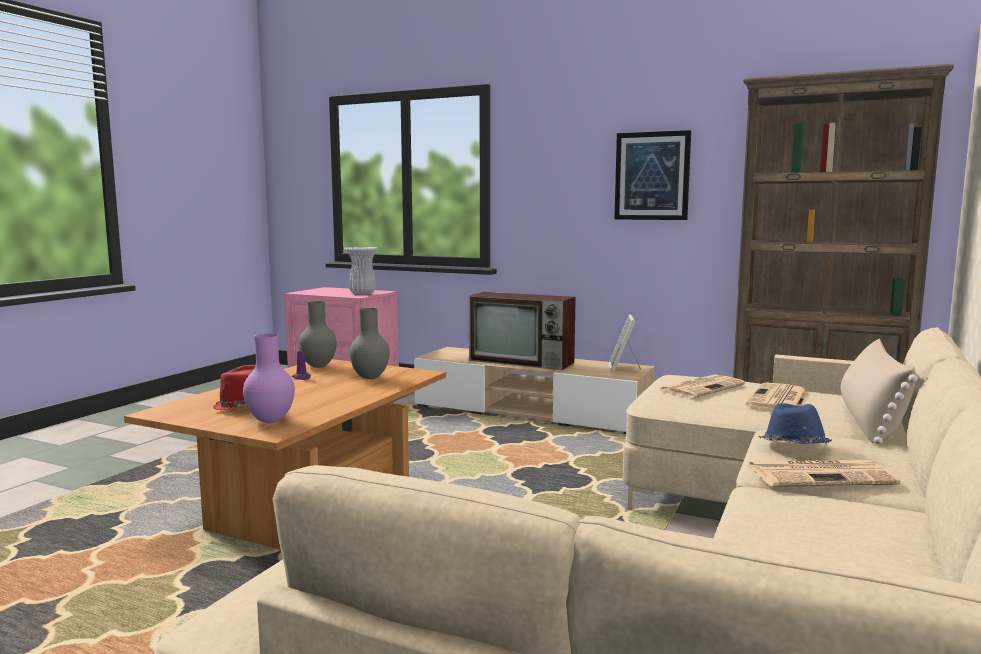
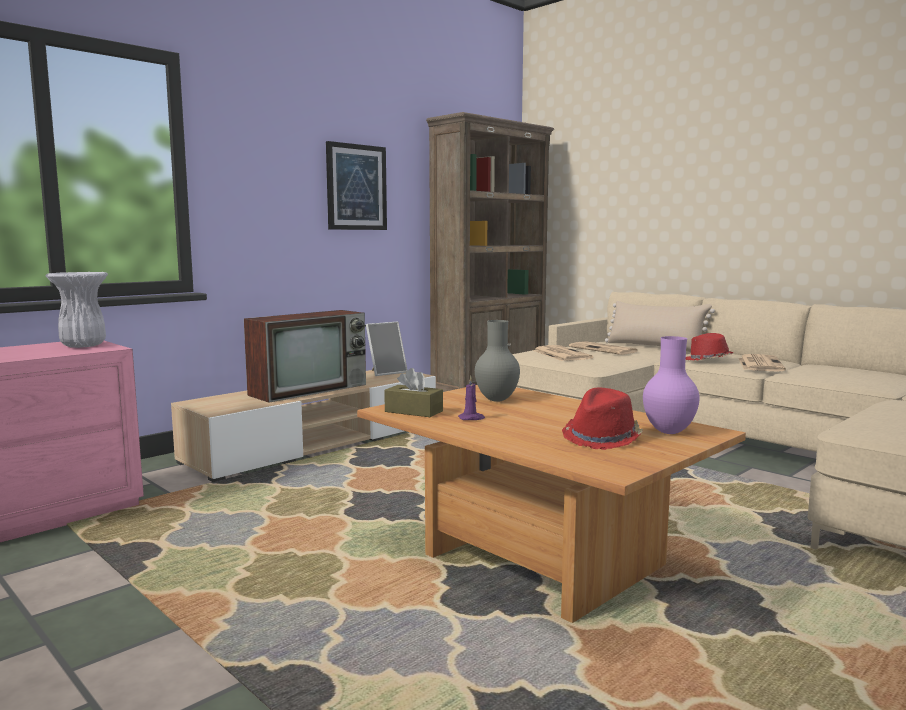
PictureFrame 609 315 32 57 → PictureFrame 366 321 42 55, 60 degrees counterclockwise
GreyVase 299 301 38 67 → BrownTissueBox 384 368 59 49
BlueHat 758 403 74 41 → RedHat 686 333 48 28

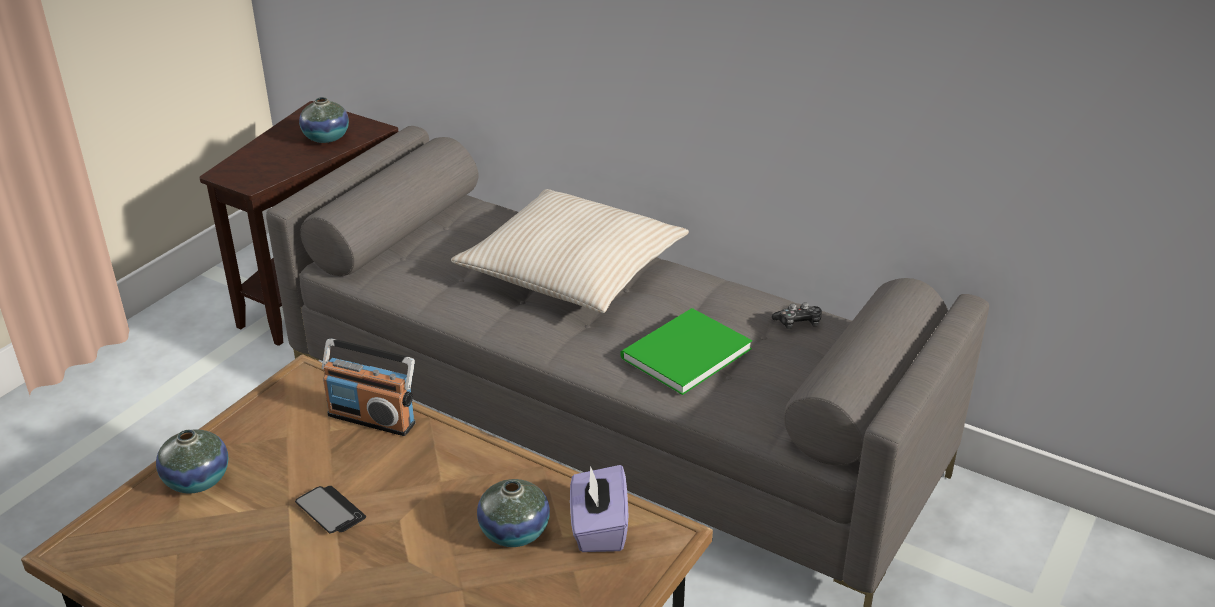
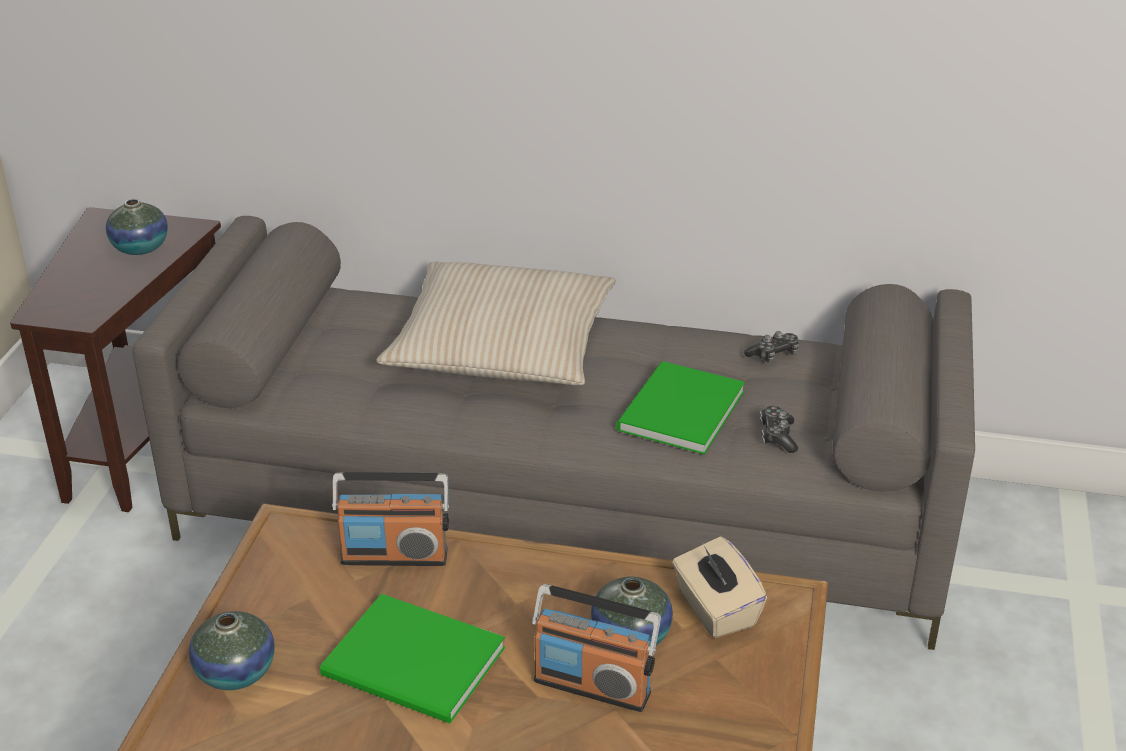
Phone 295 486 71 47 → GreenBook 320 594 185 129
- → Radio 532 584 129 128
PurpleTissueBox 570 465 58 87 → BeigeTissueBox 672 536 95 102
- → GameController 760 406 38 47

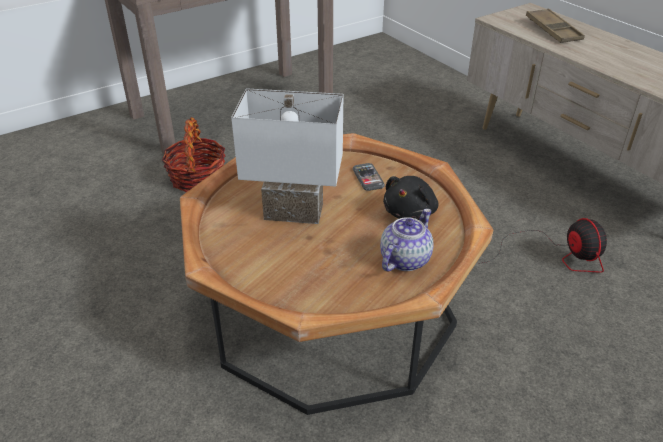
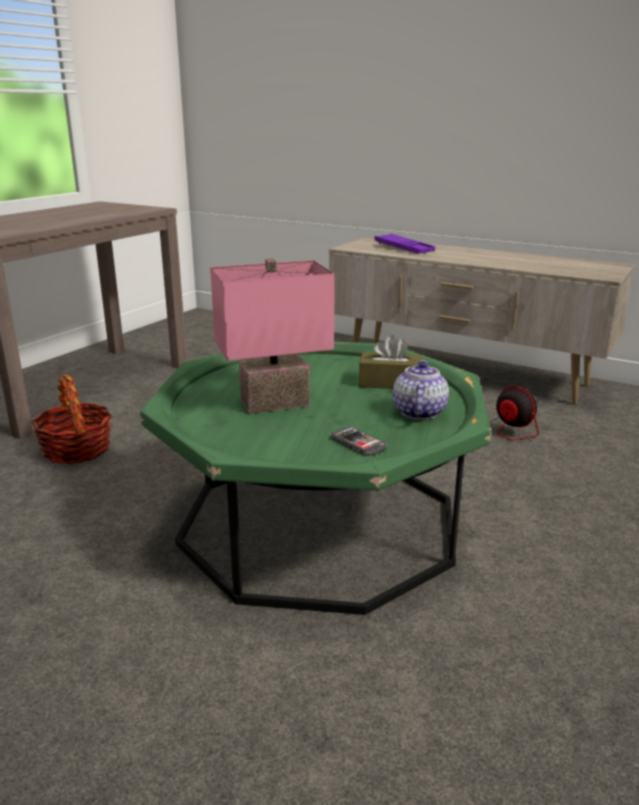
BrownCoffeeTable 180 133 313 282 → GreenCoffeeTable 140 342 351 273
WhiteTableLamp 231 88 112 136 → PinkTableLamp 210 258 125 156
Phone 353 163 32 28 → Phone 330 426 57 30, shifted
BlackPlushToy 383 176 55 44 → BrownTissueBox 359 335 63 54
BrownTray 526 8 59 35 → PurpleTray 374 234 61 20

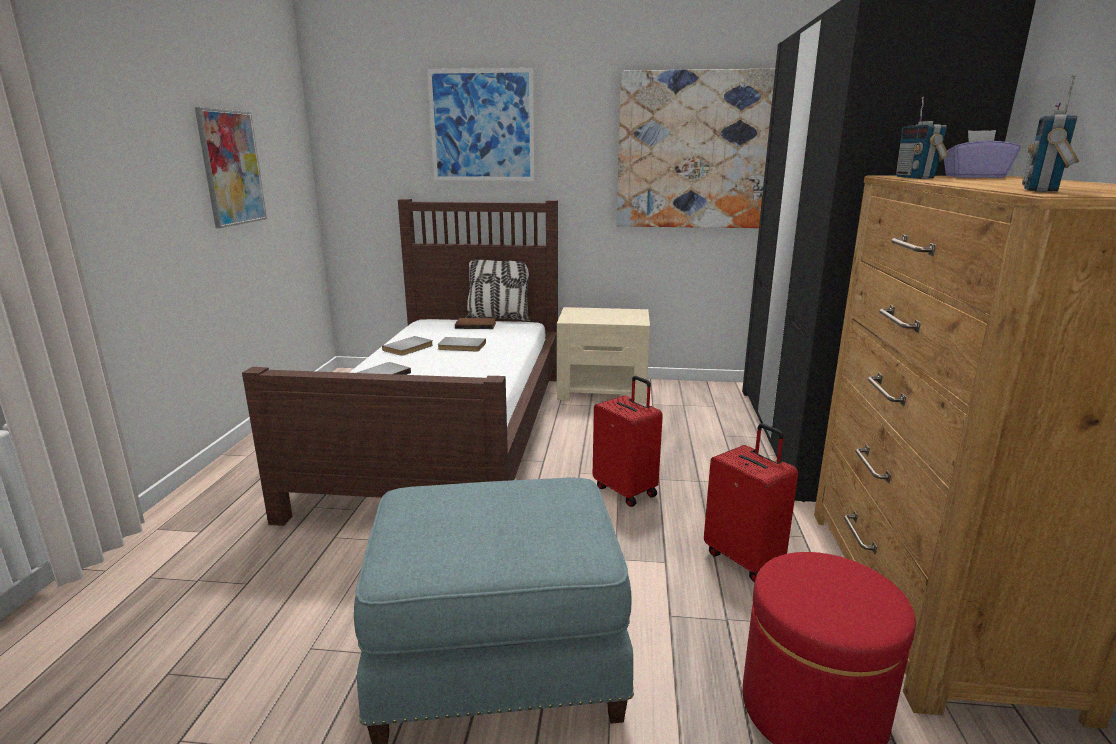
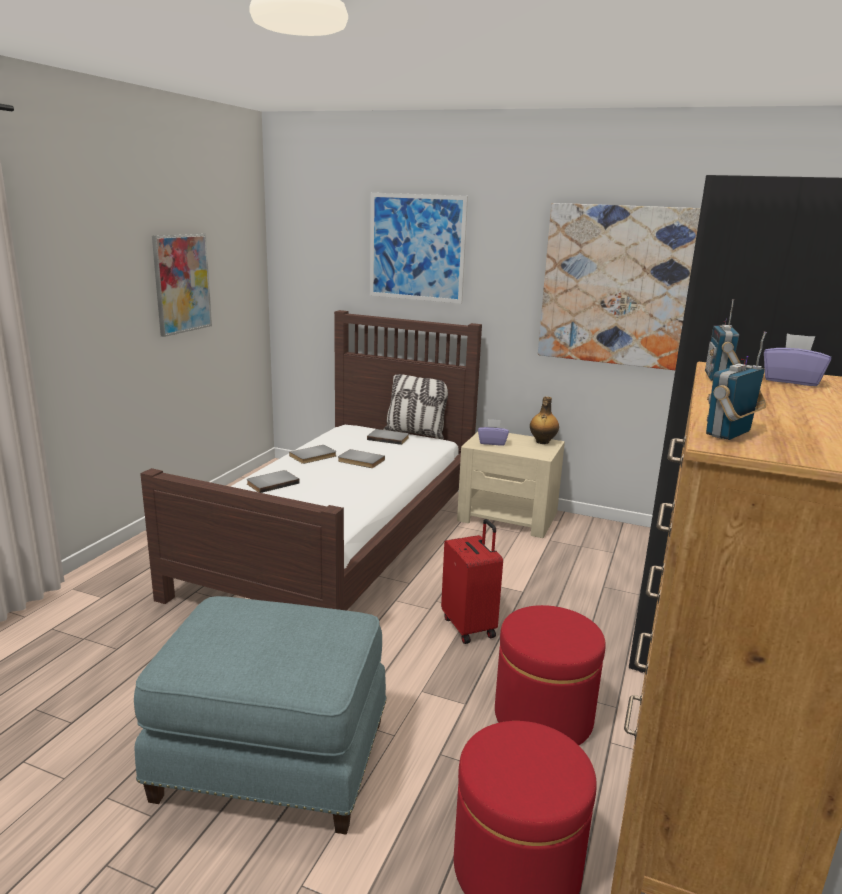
BrownBook 455 318 41 11 → GreyBook 367 429 42 16
- → PurpleTissueBox 478 419 31 27
RedSuitcase 704 423 94 159 → RedOttoman 495 605 111 140
- → Bottle 530 397 29 47

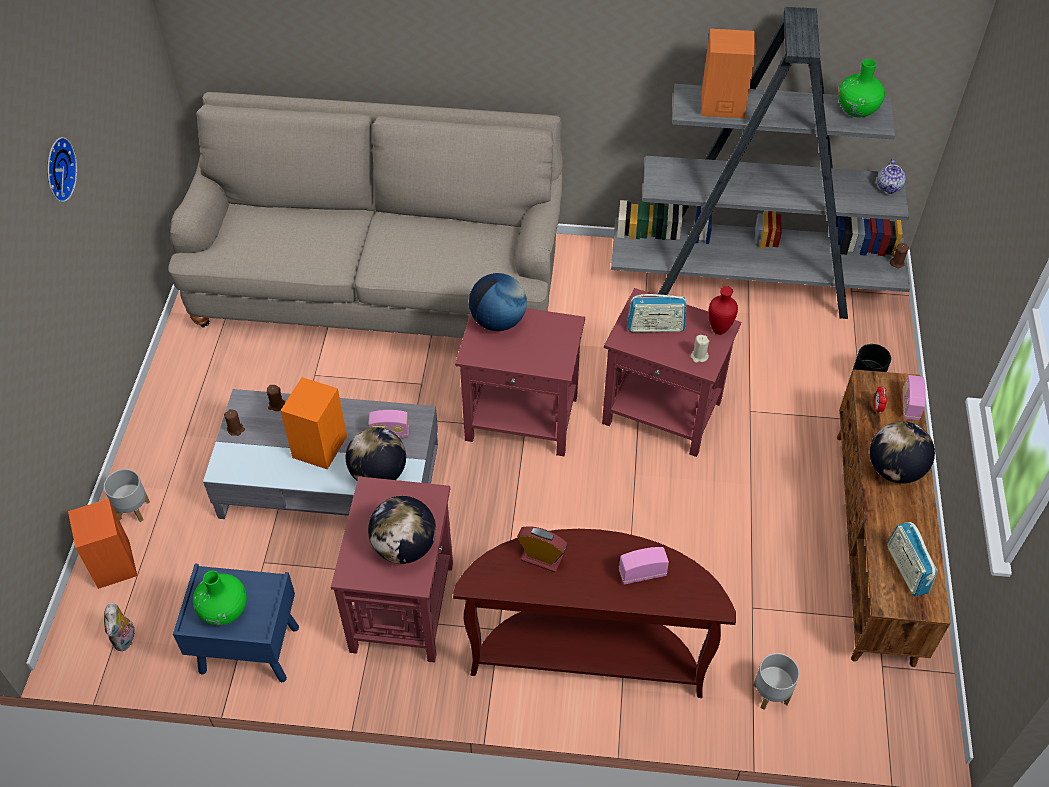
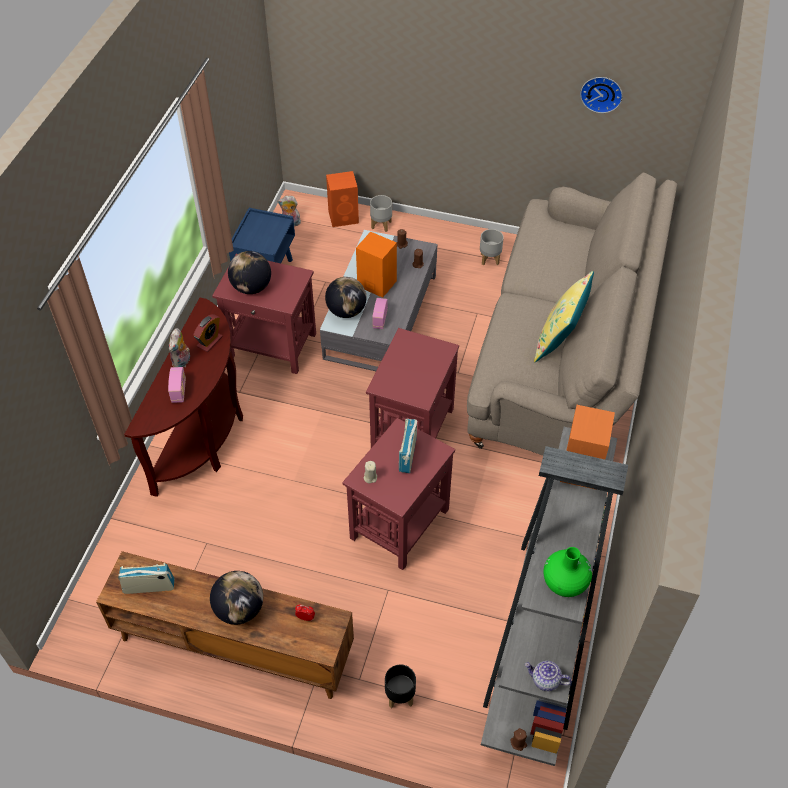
- → PlushToy 168 328 22 40
GreyPlanter 753 653 46 57 → GreyPlanter 480 229 24 36, shifted
- → YellowPillow 534 271 60 91
WallClock 47 137 30 65 → WallClock 580 77 43 36, shifted
GreenVase 193 571 54 55 → -
Globe 469 273 58 58 → -
RedVase 709 286 29 49 → -
Radio 902 375 24 46 → -

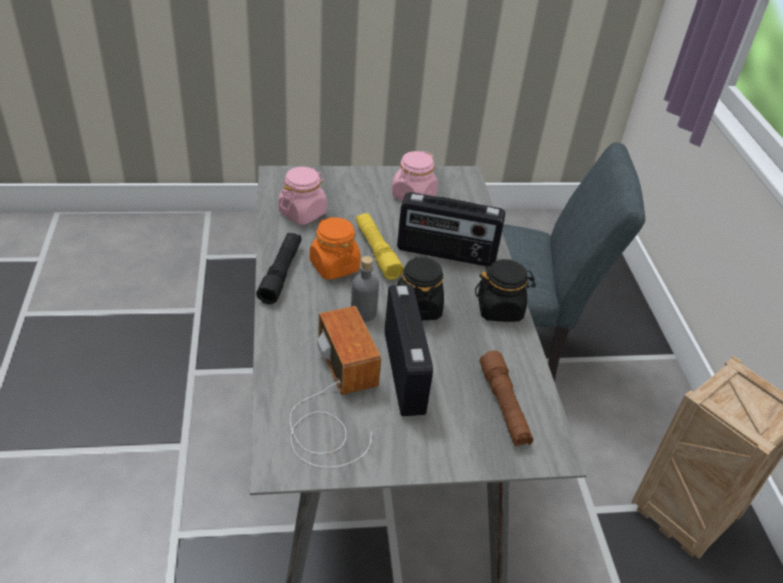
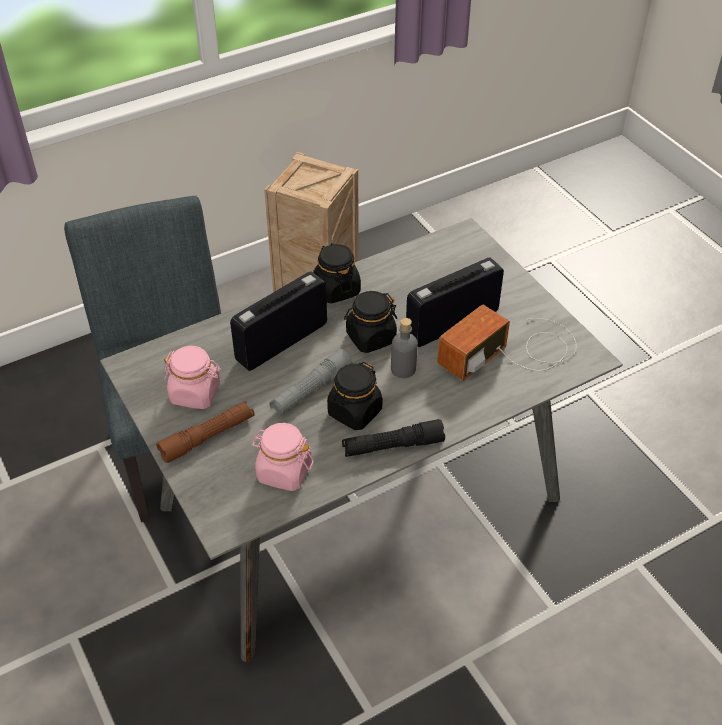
BrownFlashlight 480 350 53 97 → BrownFlashlight 156 401 99 62, shifted
Radio 397 192 108 75 → Radio 230 271 97 100, 120 degrees counterclockwise
YellowFlashlight 356 213 48 67 → GreyFlashlight 269 349 84 67
OrangeJar 310 217 51 63 → BlackJar 327 362 56 68

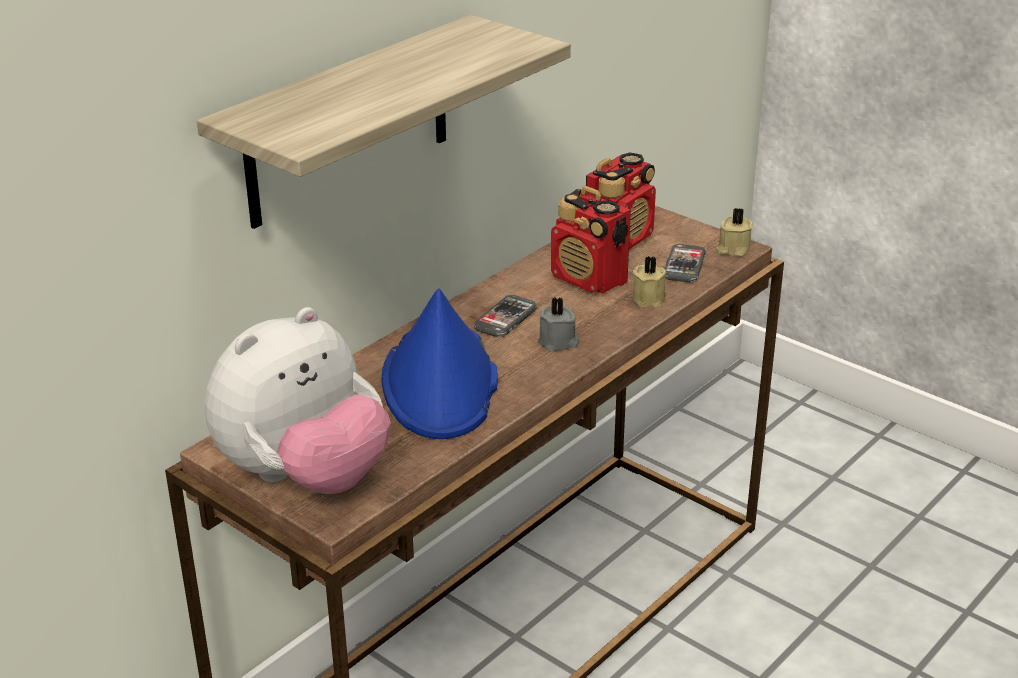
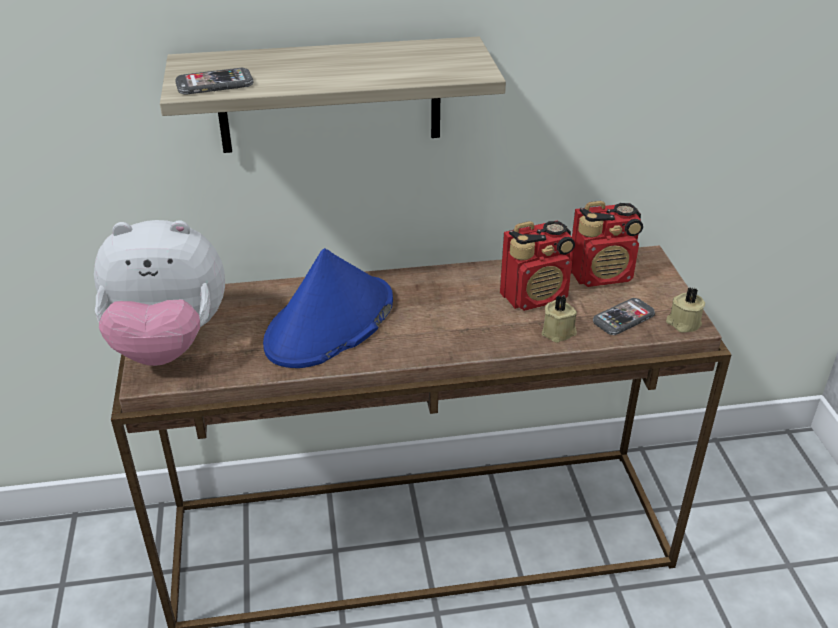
Phone 474 295 63 42 → Phone 175 68 79 27, shifted
Radio 551 186 80 108 → Radio 500 221 75 90, 105 degrees counterclockwise
GreyCandle 538 298 41 54 → -

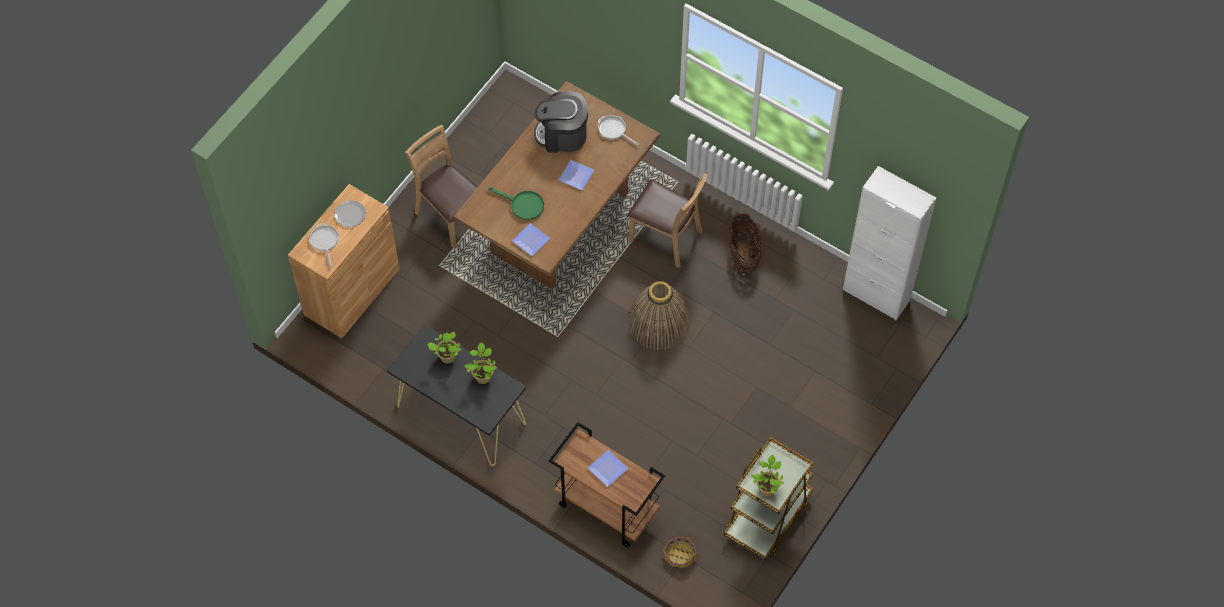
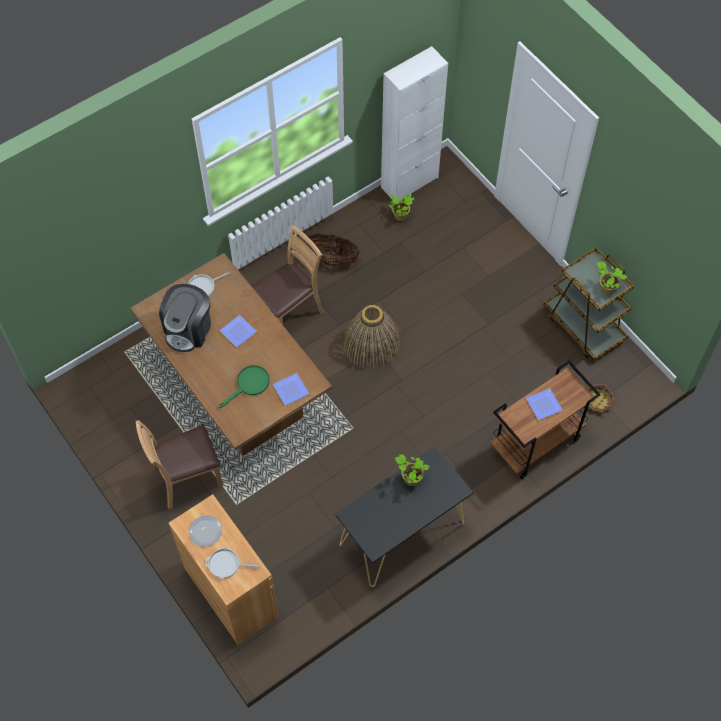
PottedPlant 427 332 34 31 → PottedPlant 389 194 26 27, shifted

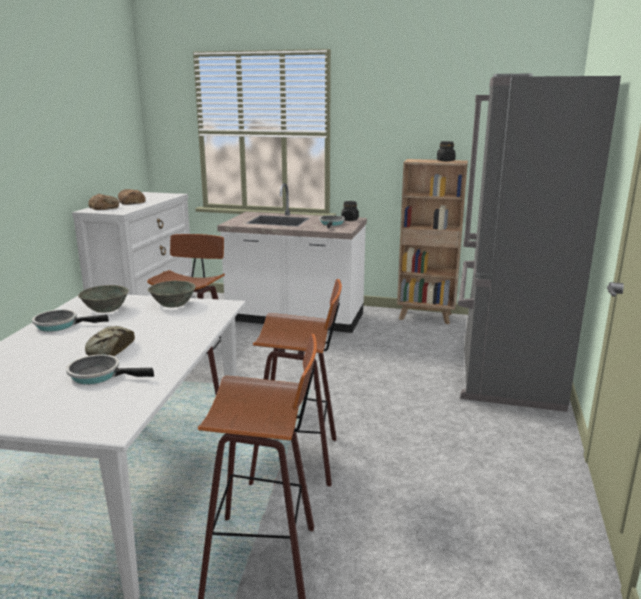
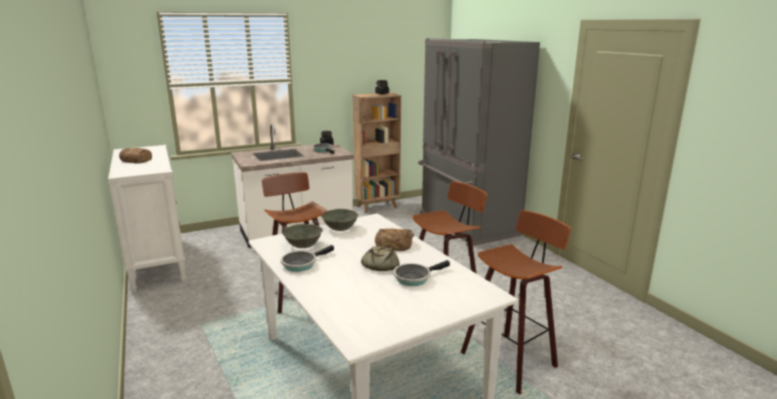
Bread 88 194 31 16 → Bread 375 229 39 22, shifted

